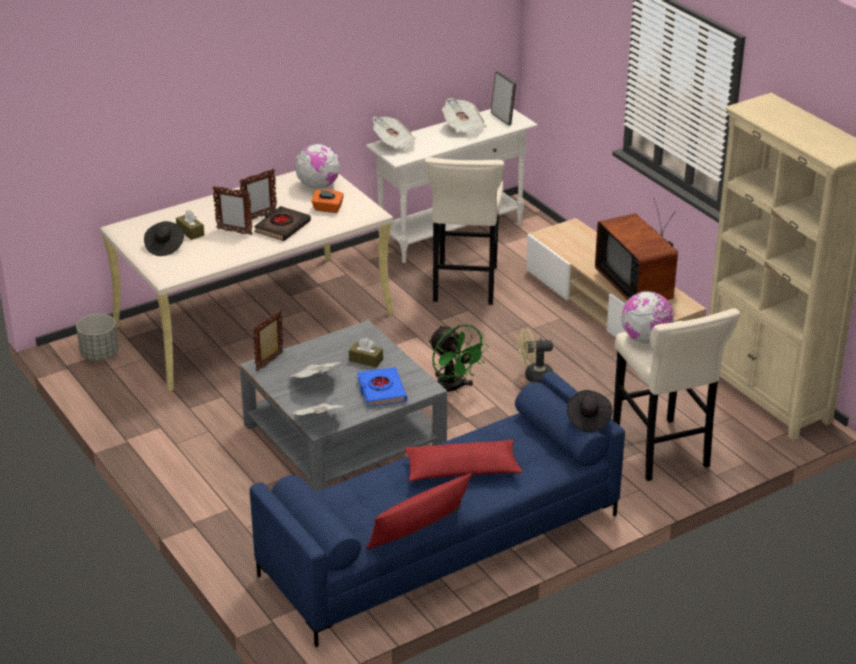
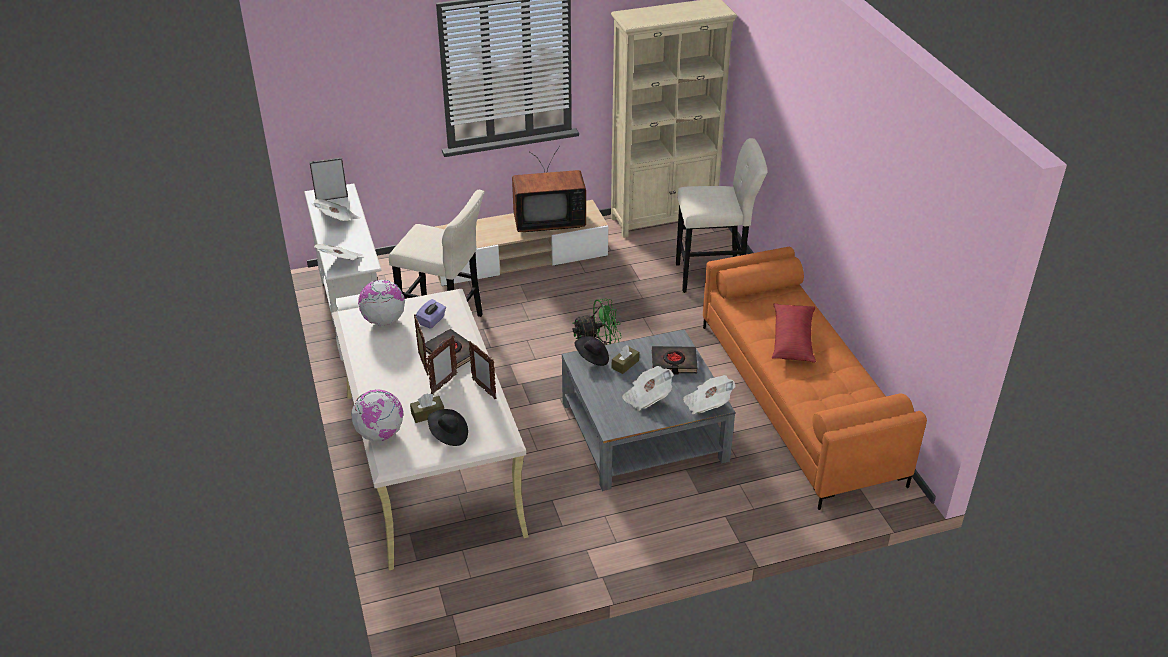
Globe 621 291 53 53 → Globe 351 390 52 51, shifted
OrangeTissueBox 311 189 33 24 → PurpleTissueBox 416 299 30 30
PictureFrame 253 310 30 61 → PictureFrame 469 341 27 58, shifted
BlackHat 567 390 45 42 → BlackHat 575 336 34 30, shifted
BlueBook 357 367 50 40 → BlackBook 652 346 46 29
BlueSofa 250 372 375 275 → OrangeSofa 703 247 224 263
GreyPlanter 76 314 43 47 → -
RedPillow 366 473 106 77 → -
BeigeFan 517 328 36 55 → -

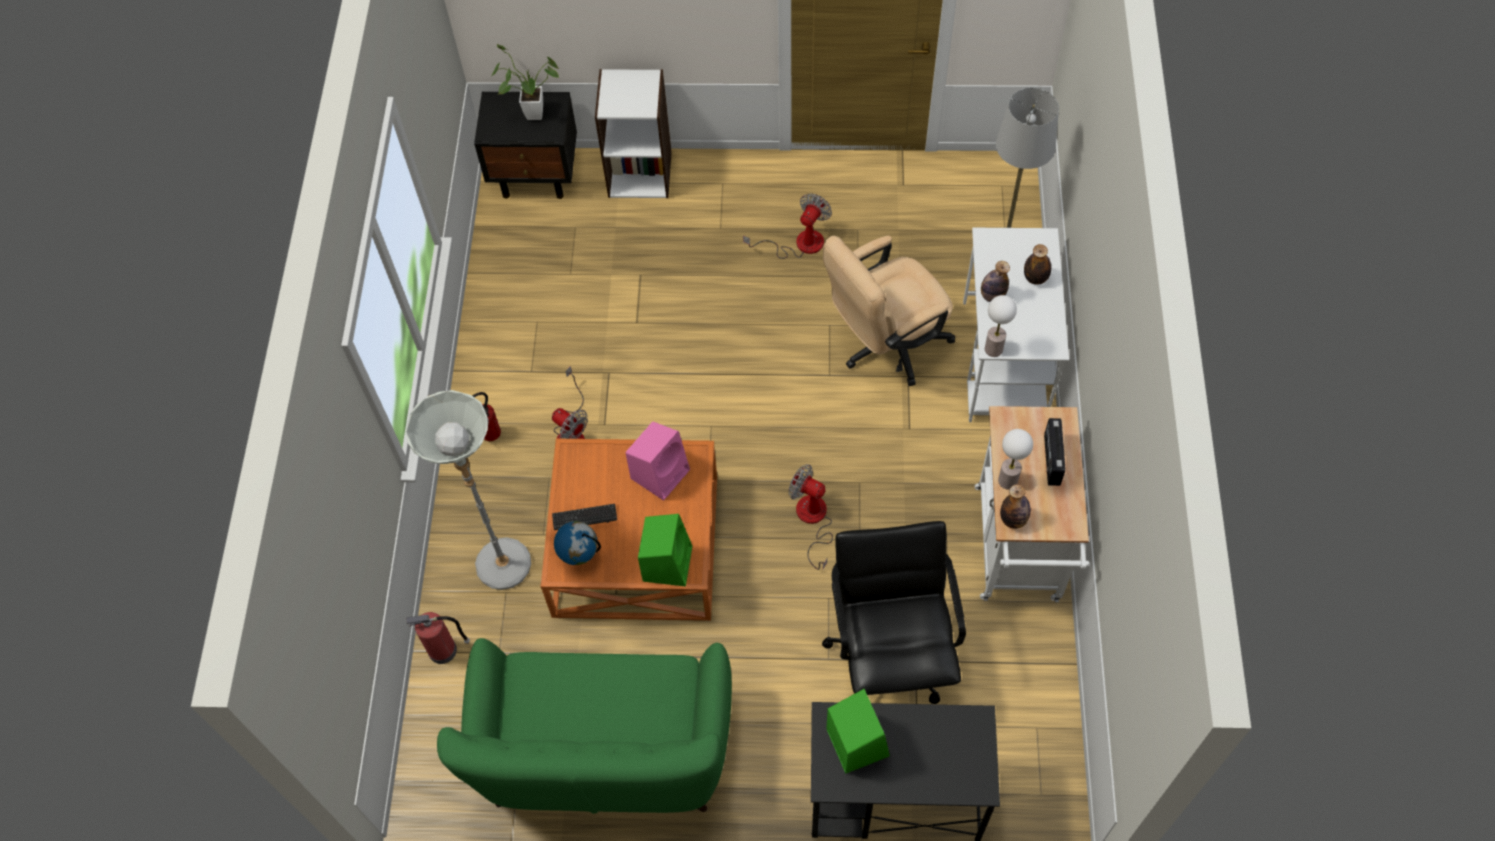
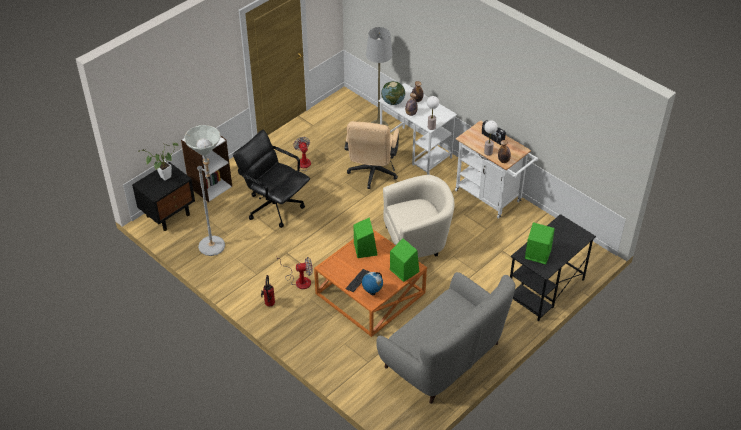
GreyFloorLamp 405 390 126 200 → GreyFloorLamp 184 125 41 131, shifted
BlackOfficeChair 822 521 144 183 → BlackOfficeChair 233 129 77 99, shifted
PinkSpeaker 626 422 64 79 → GreenSpeaker 354 217 24 41
GreenSofa 437 638 295 176 → GreySofa 376 272 139 132
- → Globe 381 81 24 24
Fan 789 464 44 106 → BeigeArmchair 383 175 71 83
FireExtinguisher 405 612 65 52 → -

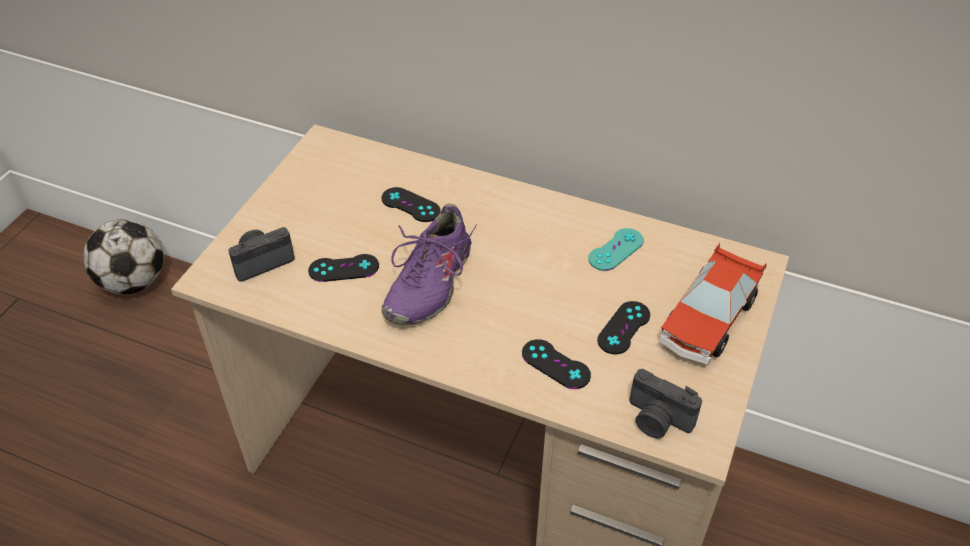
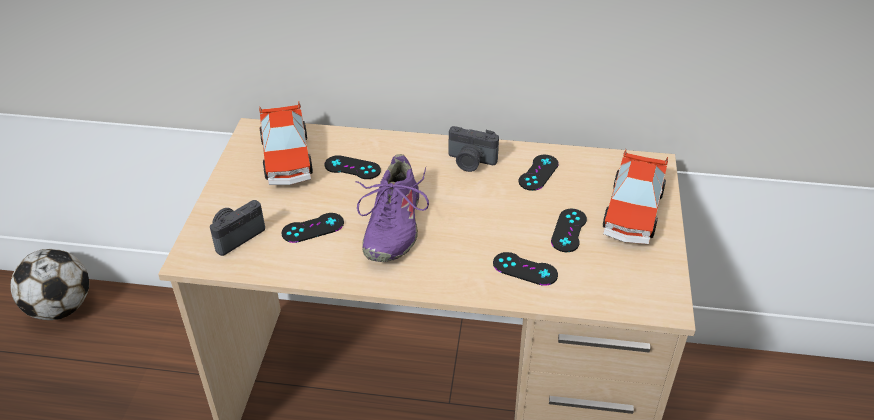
- → ToyCar 259 101 54 84
PhotoCamera 629 369 73 69 → PhotoCamera 448 126 51 46, shifted
TurquoiseGameController 588 228 56 43 → BlackGameController 519 155 40 36

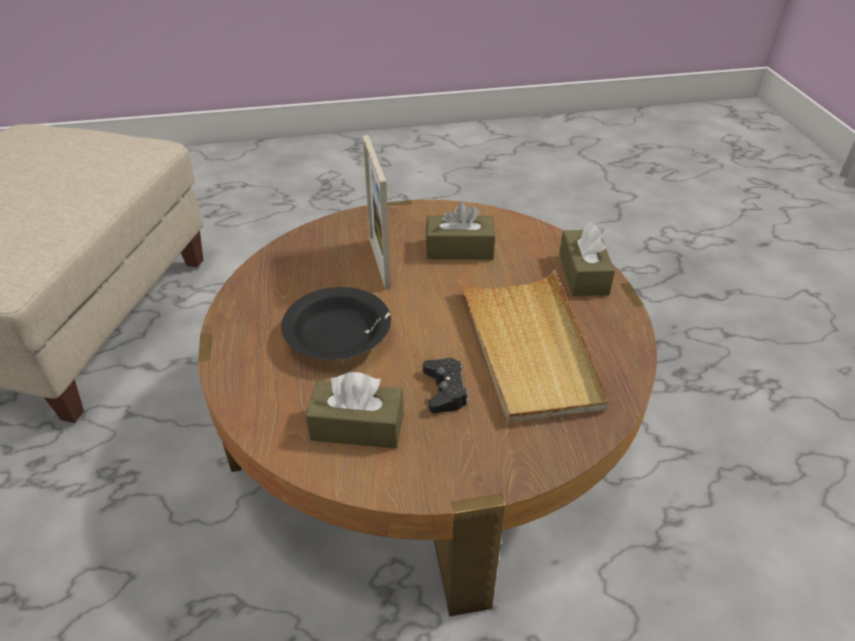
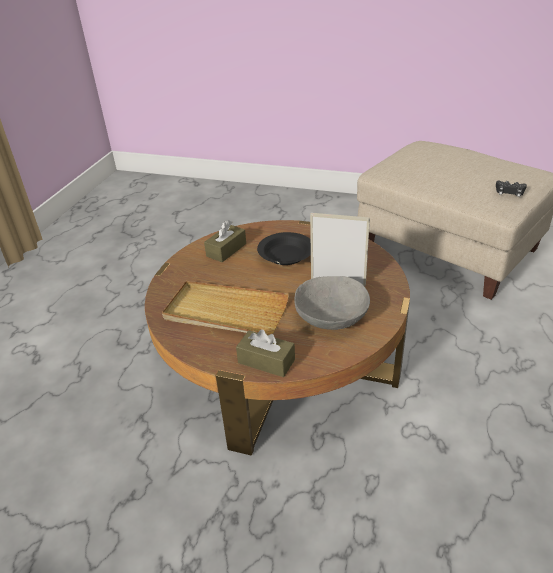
BrownTissueBox 426 202 69 58 → GreyBowl 294 276 76 54
BlackGameController 423 358 45 55 → BlackGameController 496 181 31 16, shifted

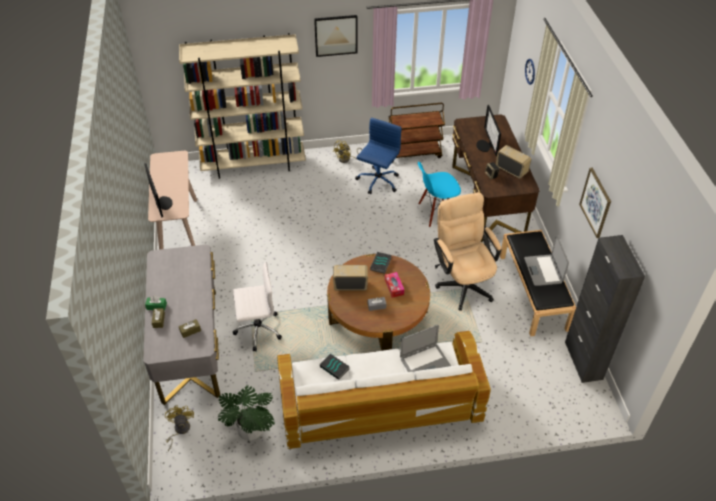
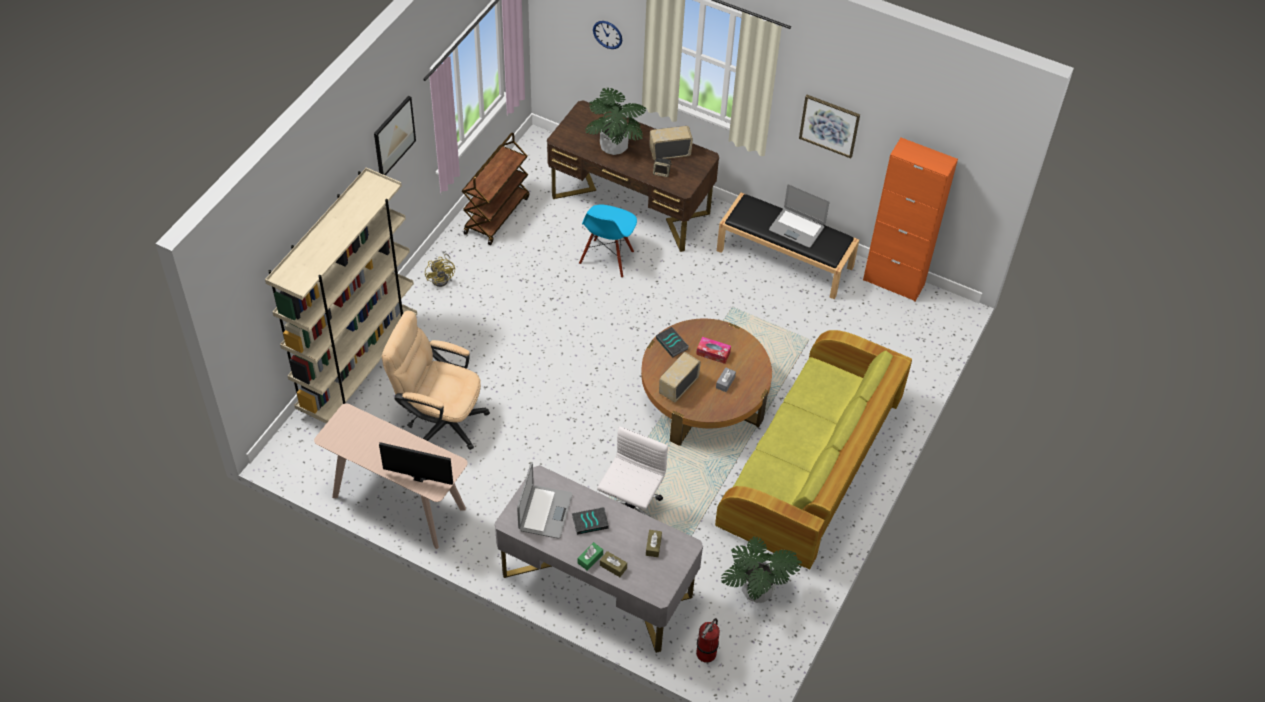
BeigeOfficeChair 434 192 67 119 → BeigeOfficeChair 382 311 108 139, shifted
Laptop 400 325 51 48 → Laptop 517 463 56 75, shifted
Book 320 354 30 26 → Book 572 507 37 28, shifted
Monitor 476 105 25 51 → PottedPlant 585 88 61 67
YellowFan 165 405 29 46 → FireExtinguisher 696 618 24 45
WhiteSofa 277 331 214 118 → GreenSofa 715 330 197 239
BlackCabinet 565 235 80 148 → OrangeCabinet 863 138 95 163
BlueOfficeChair 355 118 47 76 → -

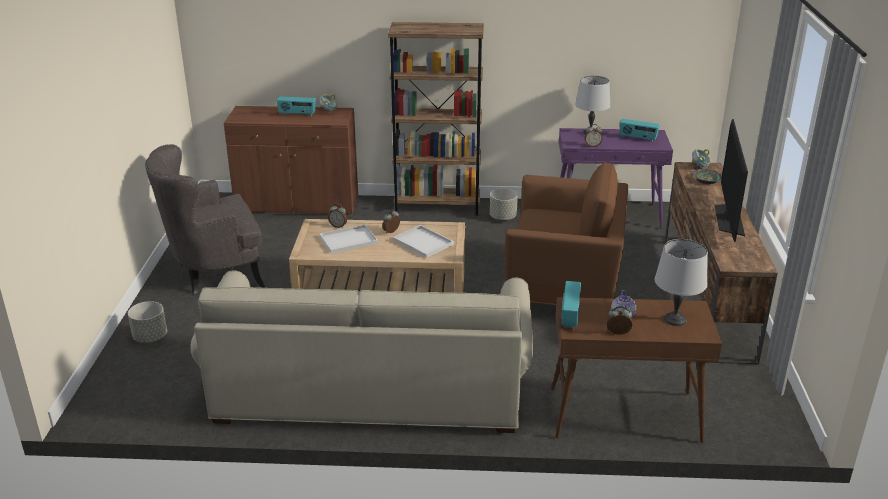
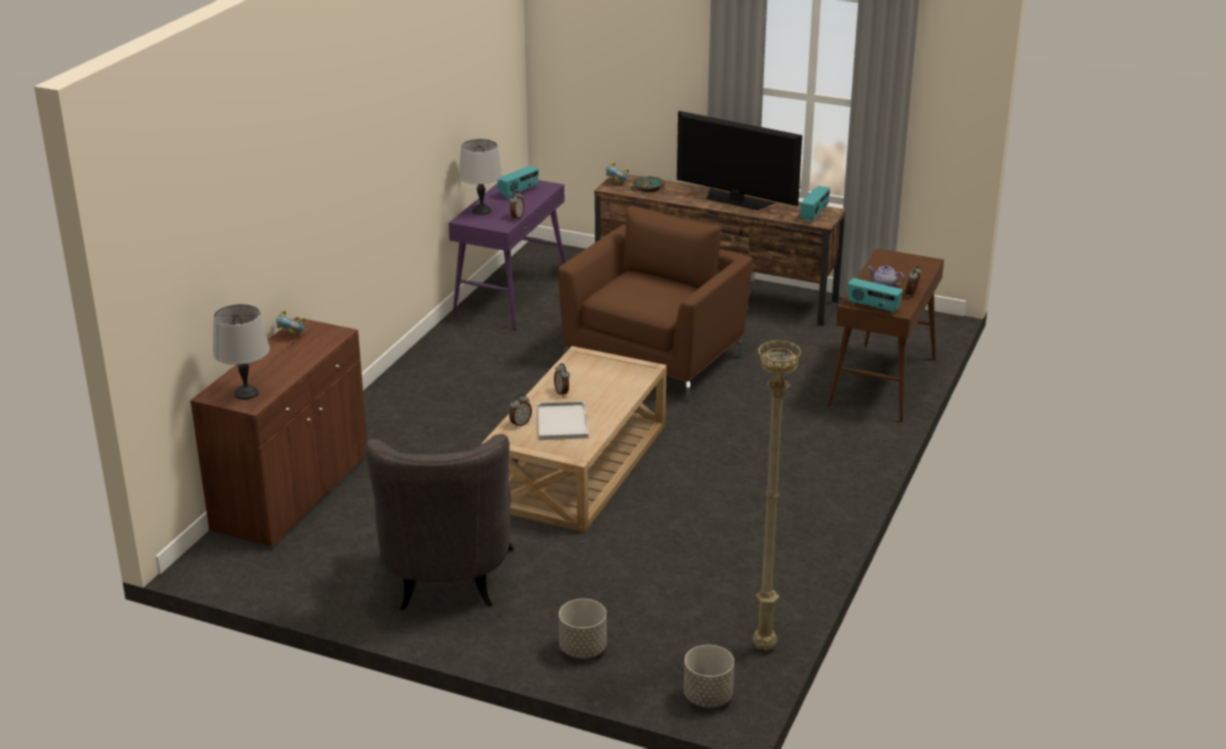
GreyTableLamp 655 239 53 87 → GreyTableLamp 213 304 57 96, shifted
GreyPlanter 490 188 28 32 → GreyPlanter 684 645 50 63, shifted
- → BeigeFloorLamp 753 340 49 310
Radio 276 96 40 20 → Radio 801 186 29 36, shifted
BeigeSofa 190 270 343 163 → -
BrownBookcase 388 22 96 194 → -
WhiteTray 393 225 61 33 → -

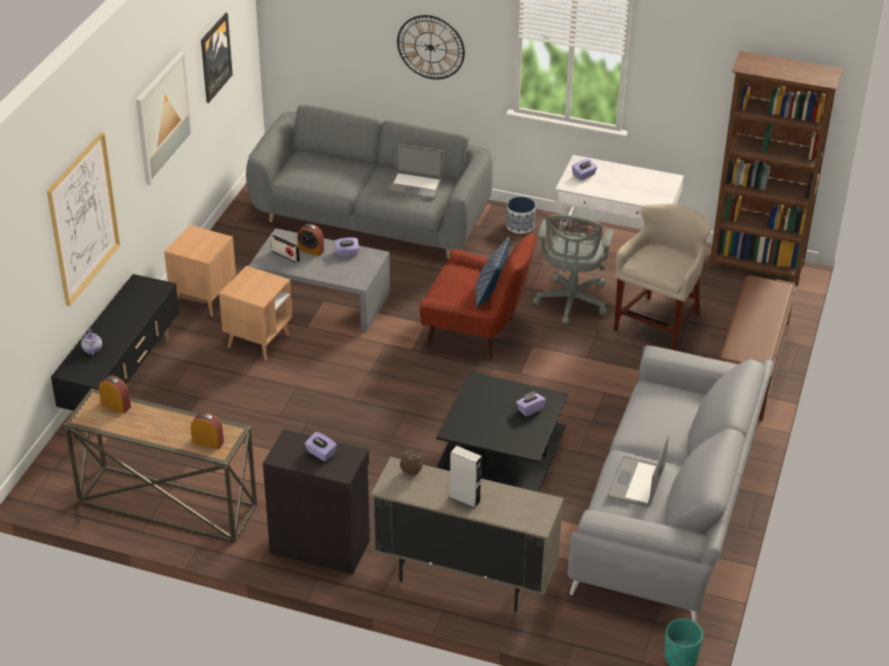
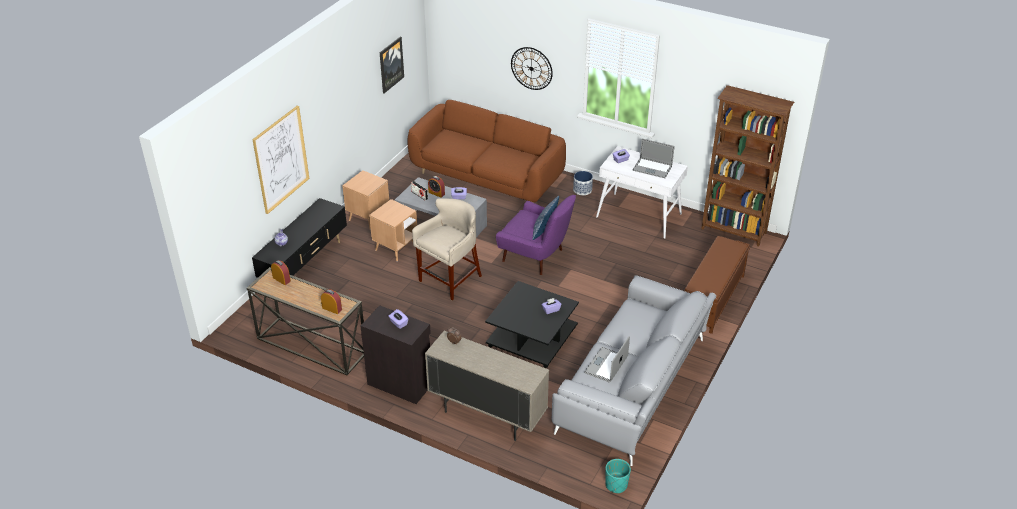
GreySofa 246 105 247 154 → BrownSofa 407 100 159 102
BeigeStool 614 204 97 147 → BeigeStool 412 198 70 103, shifted
RedArmchair 420 233 116 127 → PurpleArmchair 496 195 80 80
Laptop 387 144 57 55 → Laptop 633 139 42 39, shifted
Picture 136 51 57 134 → -
GreySpeaker 449 446 33 62 → -
GreyOfficeChair 533 215 81 110 → -

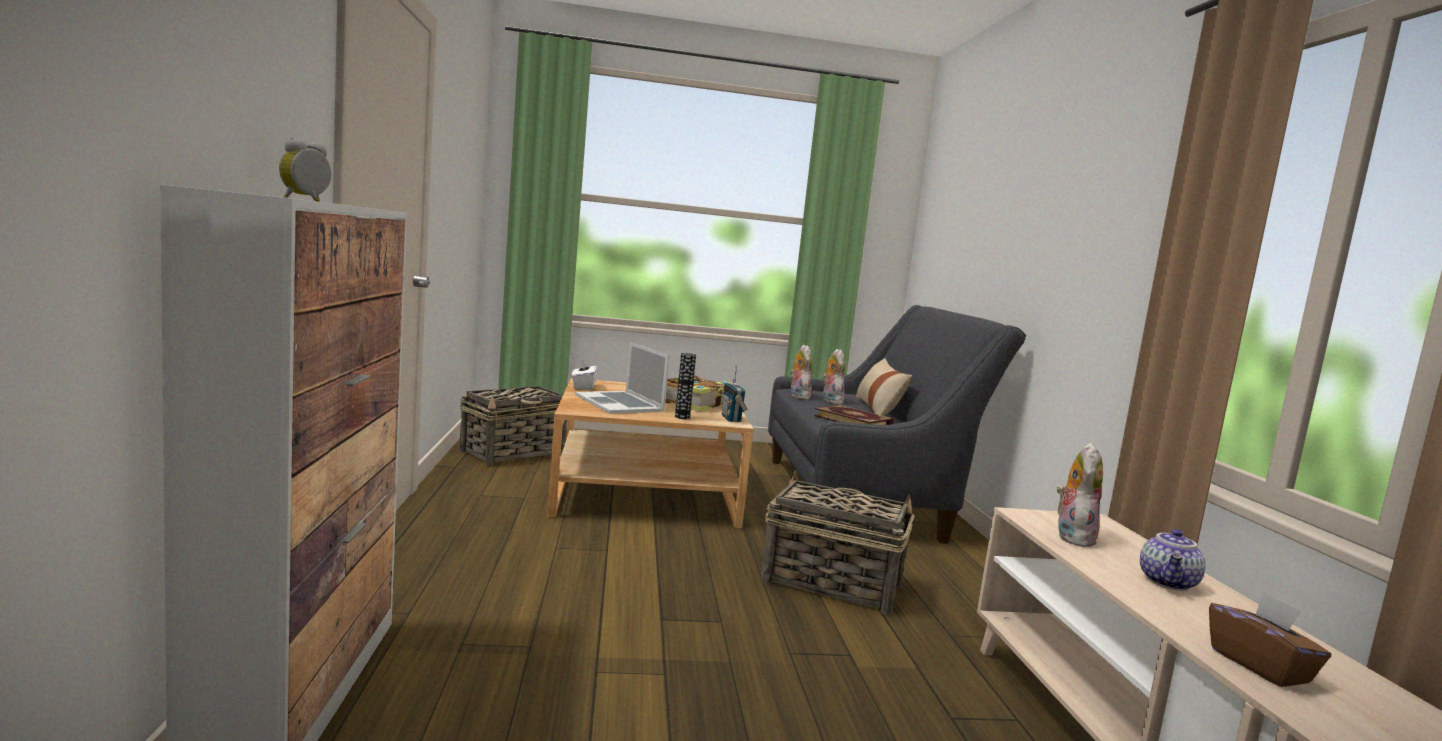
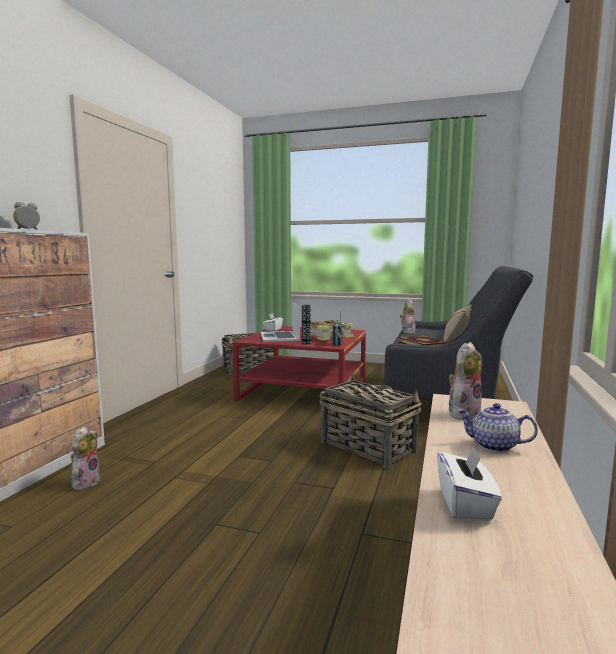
PlushToy 822 349 23 56 → PlushToy 71 426 29 64, shifted
BeigeCoffeeTable 547 378 207 150 → RedCoffeeTable 232 326 134 75
BrownTissueBox 1209 592 123 95 → WhiteTissueBox 437 445 65 76
Teapot 1140 529 66 62 → Teapot 457 403 81 49, 60 degrees clockwise

